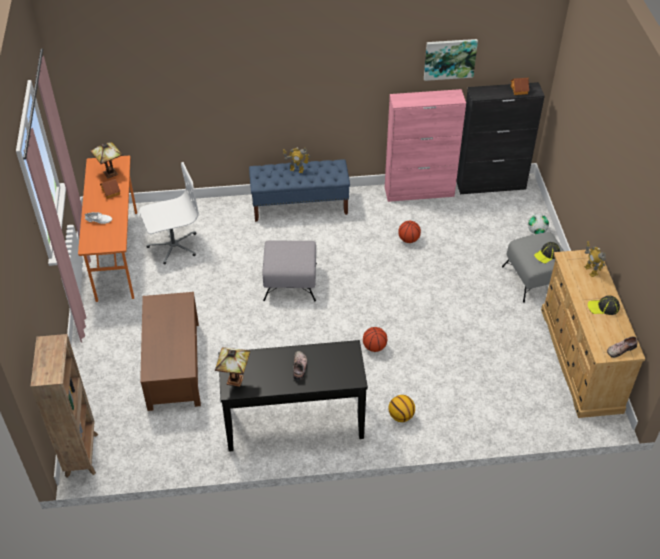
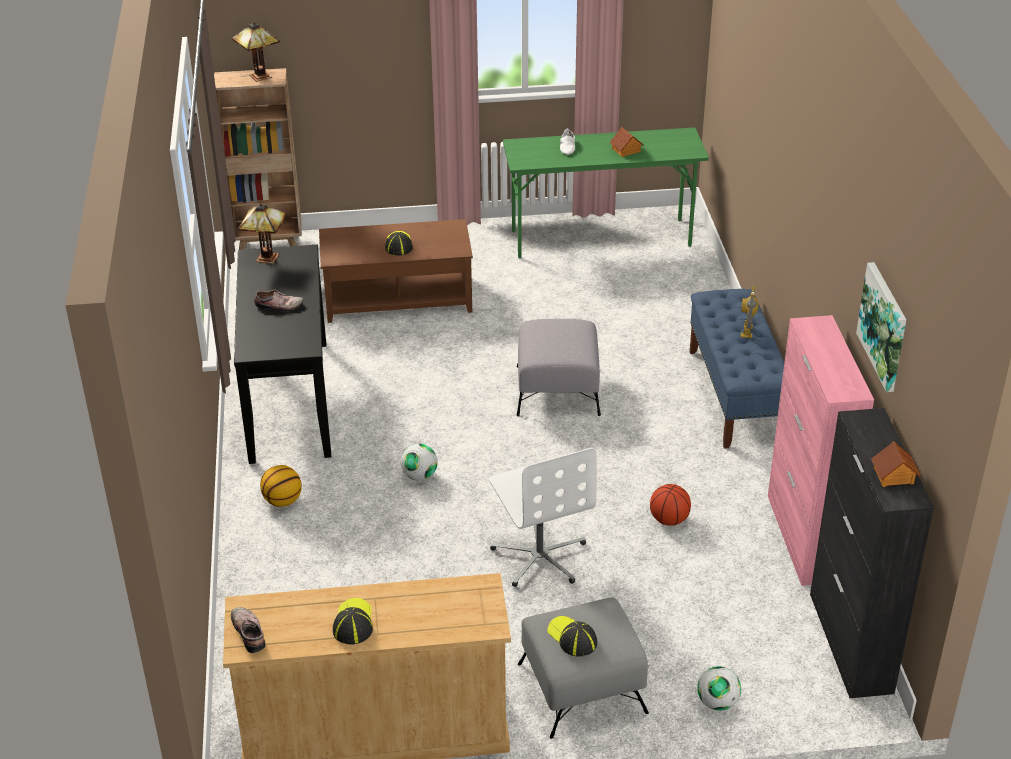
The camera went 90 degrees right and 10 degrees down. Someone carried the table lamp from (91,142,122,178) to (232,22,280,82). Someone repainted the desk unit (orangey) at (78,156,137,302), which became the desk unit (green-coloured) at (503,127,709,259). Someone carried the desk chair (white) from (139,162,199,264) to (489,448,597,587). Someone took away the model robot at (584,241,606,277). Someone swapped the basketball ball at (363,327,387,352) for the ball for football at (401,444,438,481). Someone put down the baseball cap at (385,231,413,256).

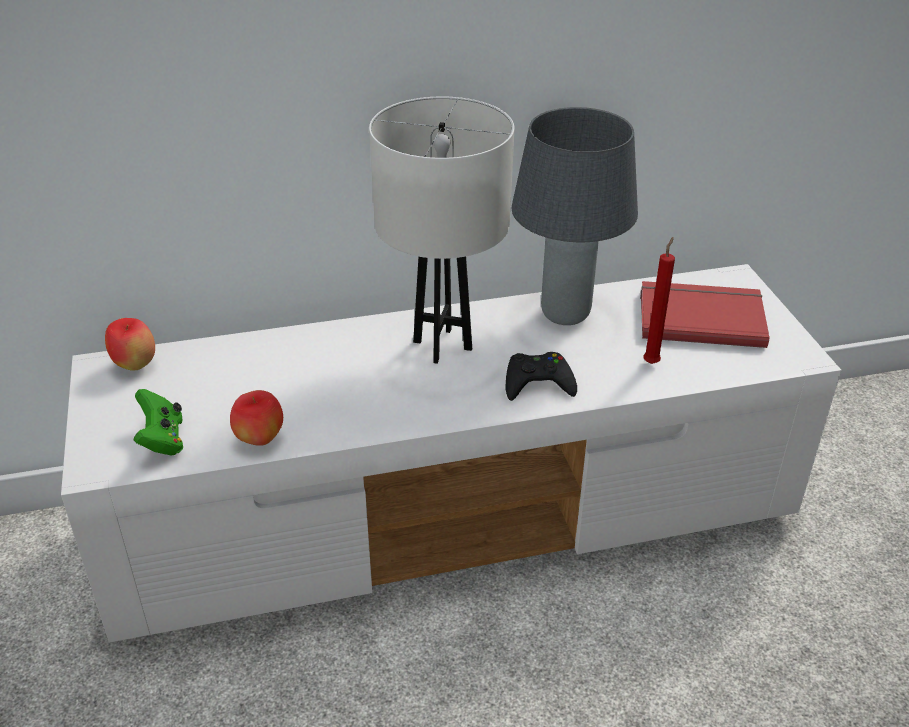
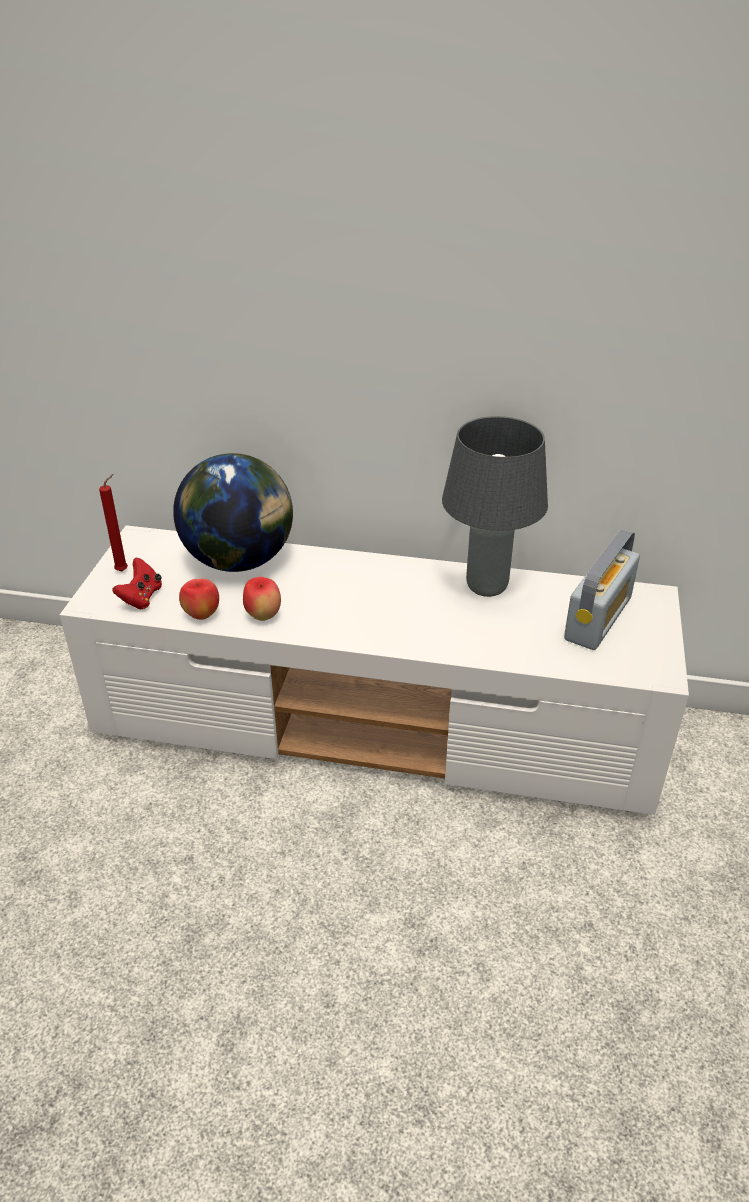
The camera went 25 degrees right and 0 degrees up. Someone took away the table lamp (white) at (369,96,514,364). Someone carried the wax candle (red) from (643,237,675,364) to (99,474,128,571). Someone swapped the volume (red) at (640,281,770,348) for the radio at (564,529,640,650). Someone carried the apple fruit from (105,318,155,371) to (243,577,281,621). Someone took away the gamepad (blackish) at (506,352,577,401). Someone repainted the gamepad (green-coloured) at (134,389,183,455), which became the gamepad (red) at (112,558,162,609). Someone put down the desk globe at (173,453,293,572).

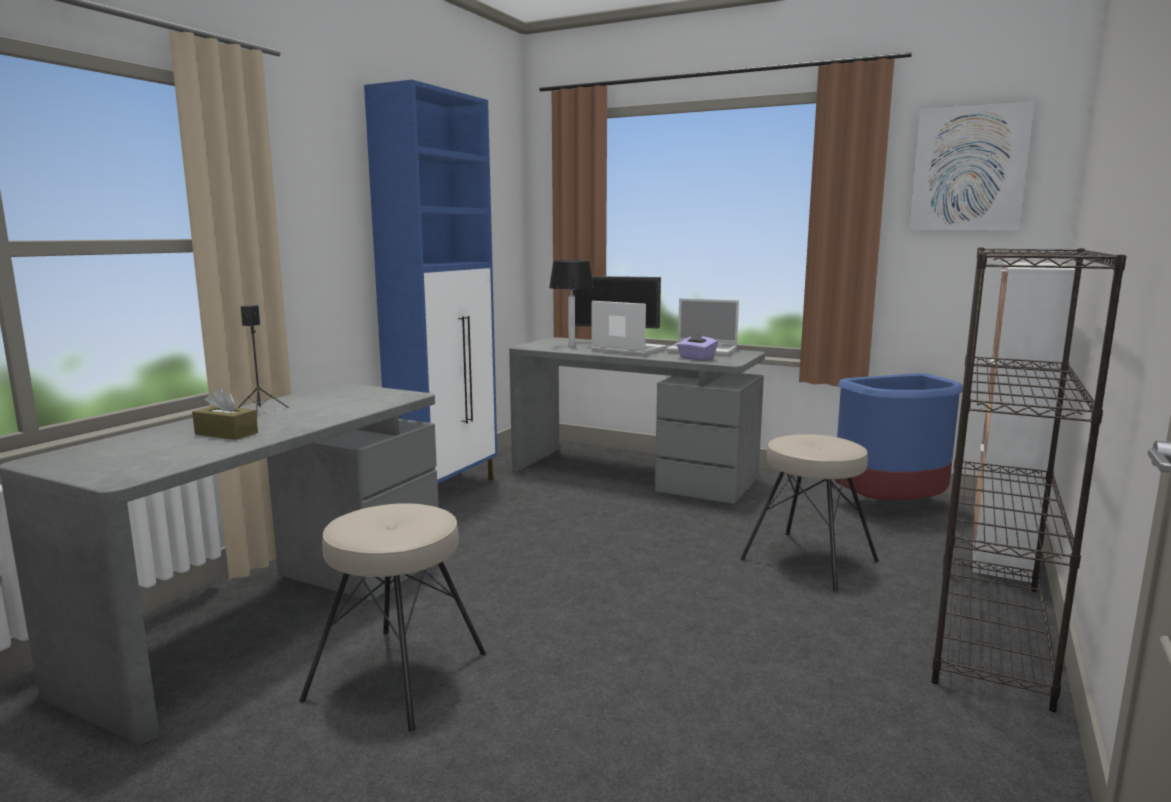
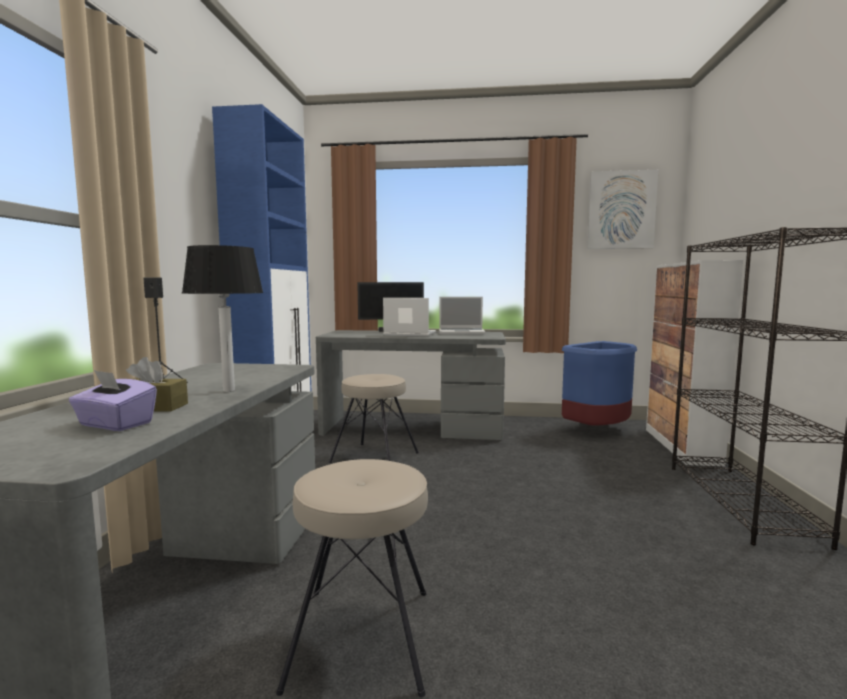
The camera went 20 degrees left and 5 degrees down. Someone carried the table lamp from (549,260,594,347) to (182,245,263,392). Someone carried the box of tissues (purple) from (677,331,718,361) to (69,370,157,431). Someone carried the sitting stool (beige) from (740,434,879,592) to (329,374,419,463).

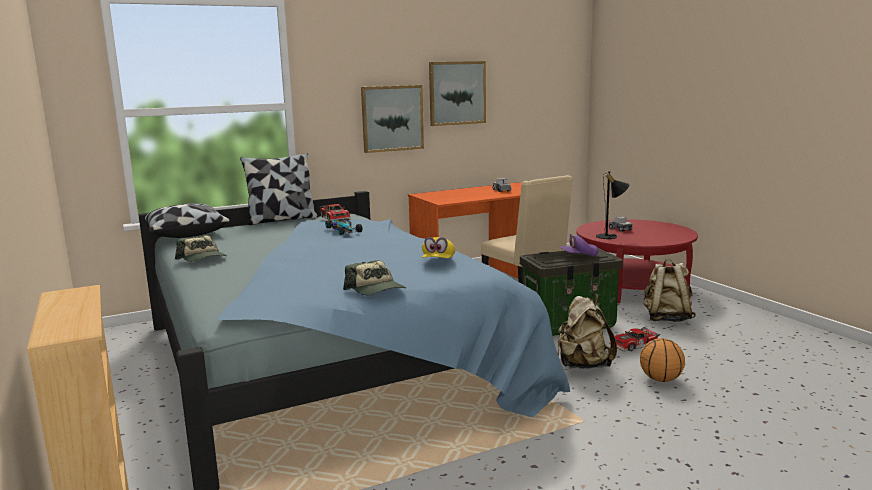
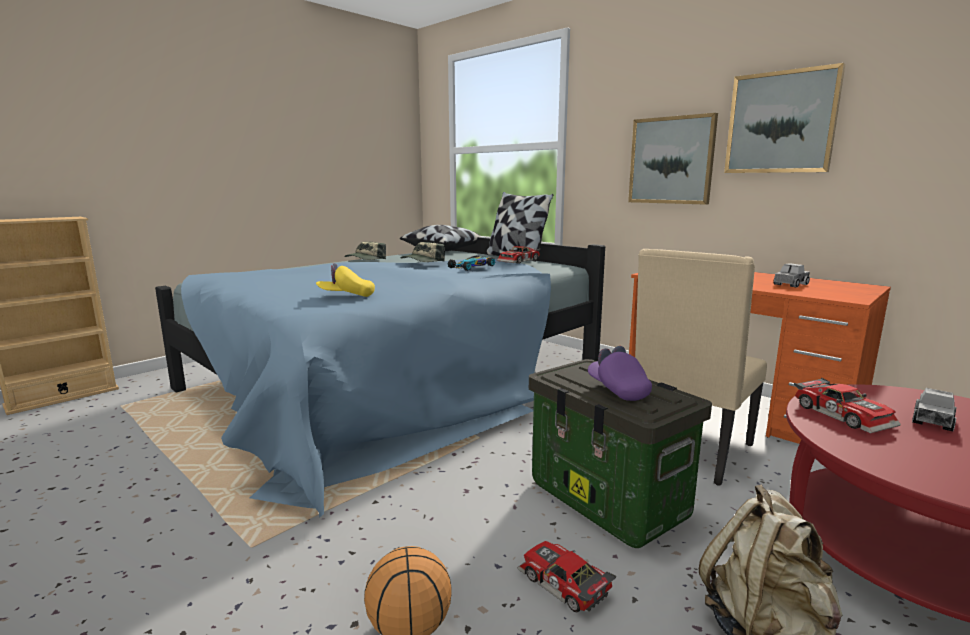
The camera went 70 degrees right and 0 degrees up. Someone swapped the table lamp (blackish) at (596,171,629,239) for the miniature car at (794,378,901,433). Someone carried the baseball cap from (343,260,406,295) to (401,242,445,262). Someone took away the rucksack (beige) at (558,294,617,369).

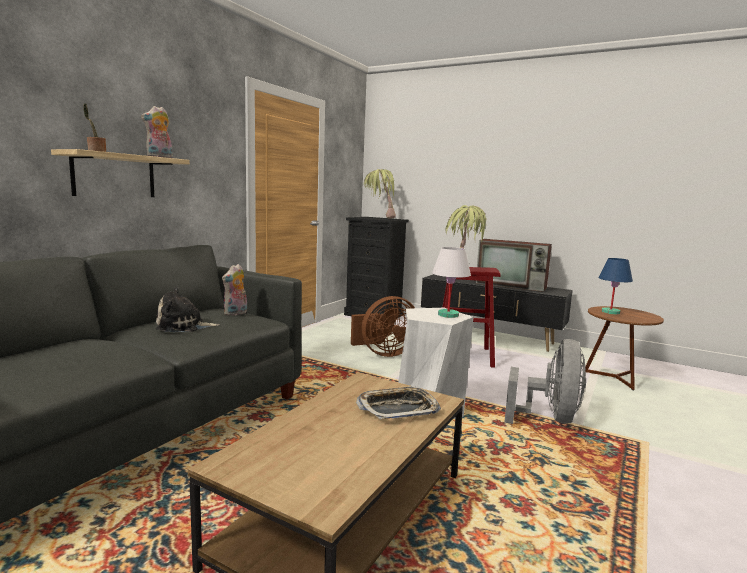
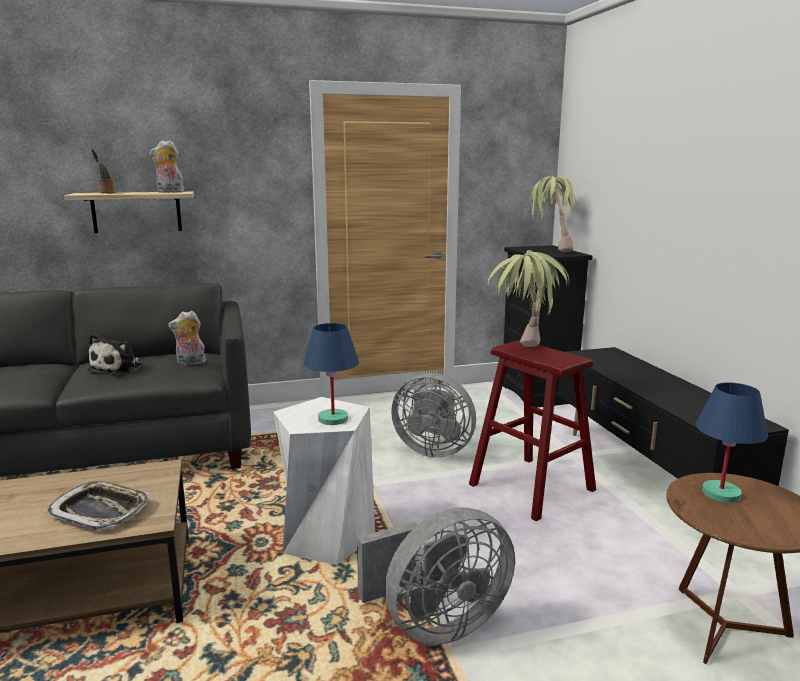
The camera went 45 degrees right and 5 degrees up. Someone took away the television at (476,239,552,292). Someone repainted the table lamp (white) at (432,247,471,318), which became the table lamp (bluish) at (303,323,359,425). Someone rotated the soft toy at (155,287,220,332) by 105 degrees counterclockwise. Someone repainted the electric fan (brown-coloured) at (351,296,415,357), which became the electric fan (greyish) at (391,373,476,458).

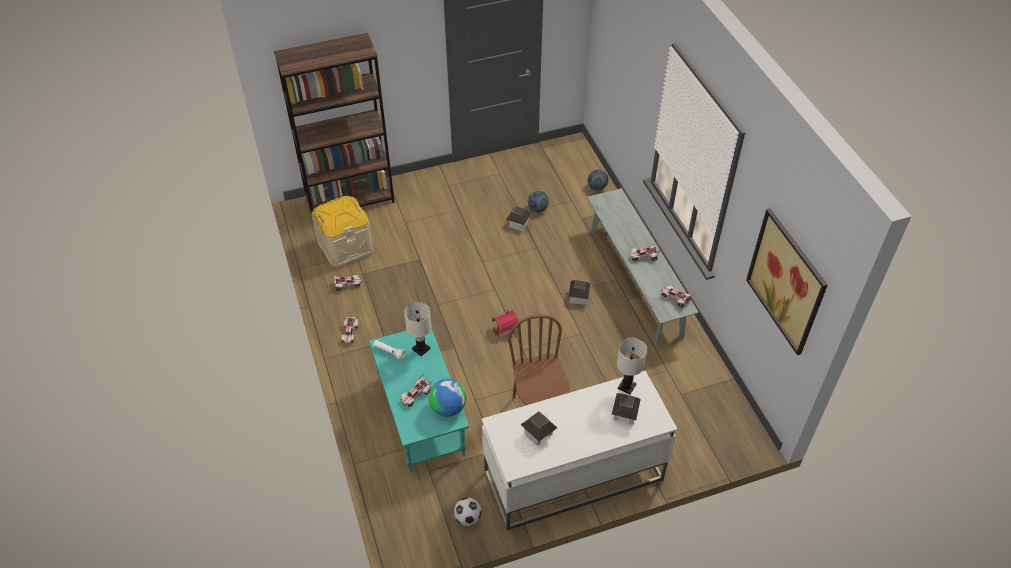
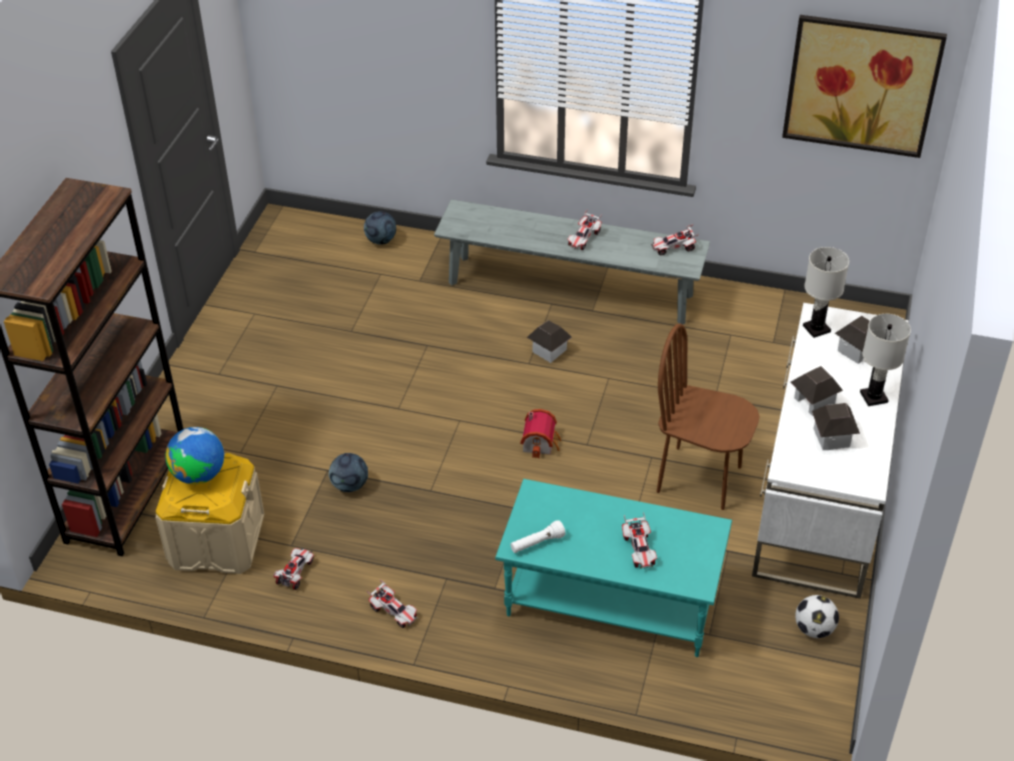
The camera went 55 degrees left and 5 degrees down. Someone carried the ball for football from (528,191,549,212) to (329,453,368,492). Someone carried the miniature house from (506,206,532,231) to (791,366,843,416). Someone carried the table lamp (white) from (404,302,432,356) to (860,314,911,406). Someone carried the desk globe from (429,379,466,417) to (165,427,224,484).

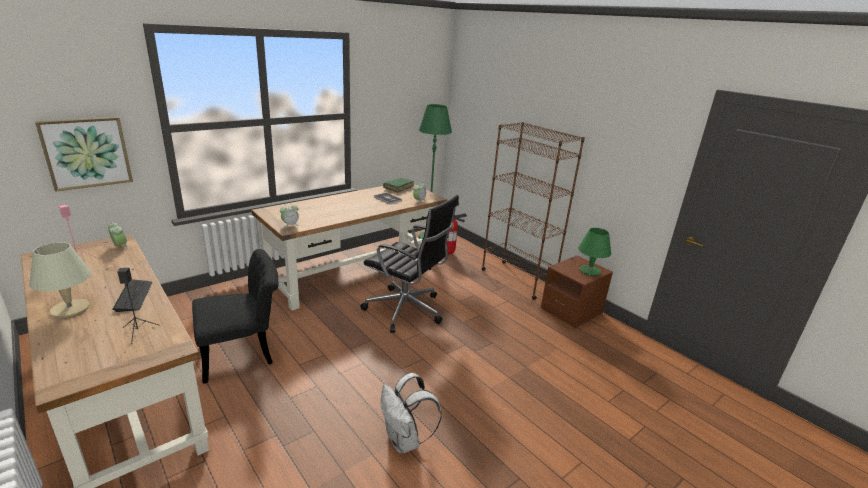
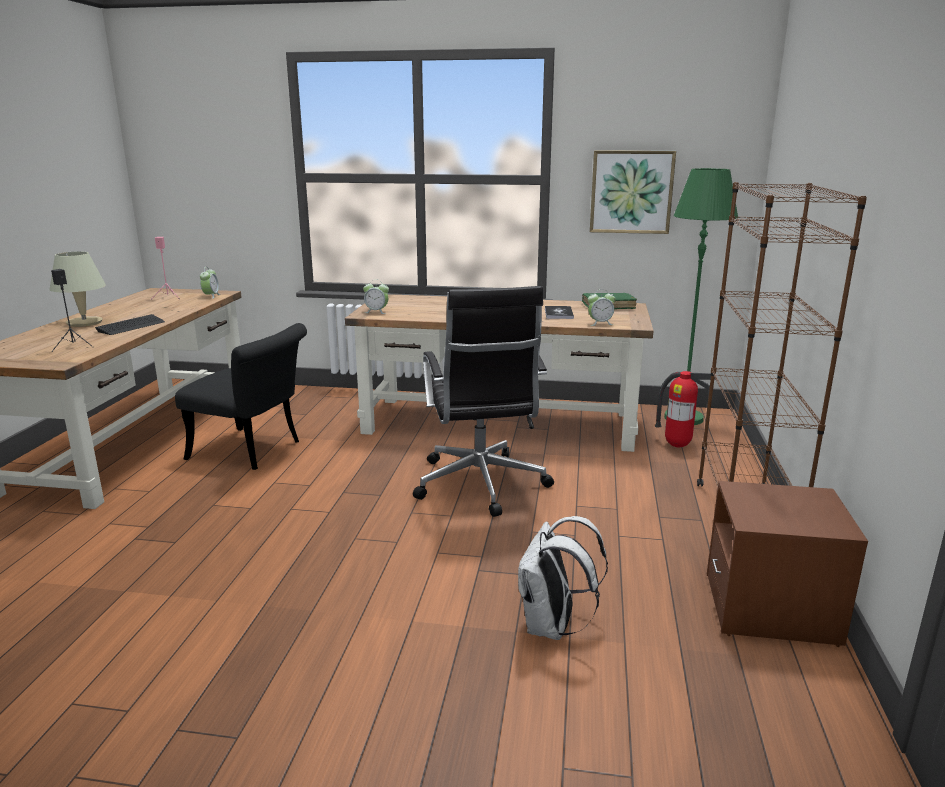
The camera went 50 degrees right and 5 degrees down. Someone carried the wall picture from (35,117,133,192) to (590,151,676,234). Someone took away the table lamp (green-coloured) at (578,228,611,276). Someone carried the rucksack (white) from (381,373,442,454) to (518,516,608,640).

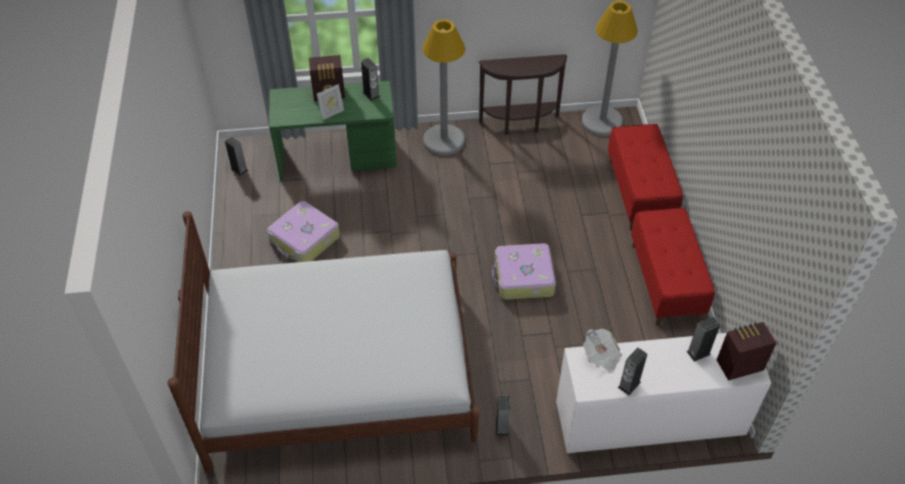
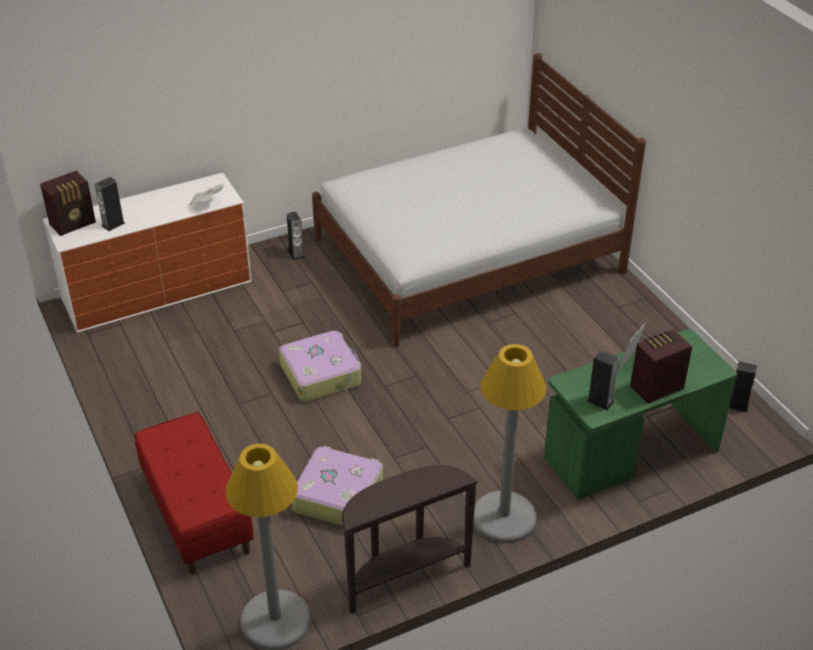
The camera went 160 degrees right and 10 degrees down. Someone carried the suitcase from (267,201,340,262) to (292,446,383,526). Someone took away the indoor bench (red) at (631,208,715,326). Someone took away the speaker at (618,347,647,395).

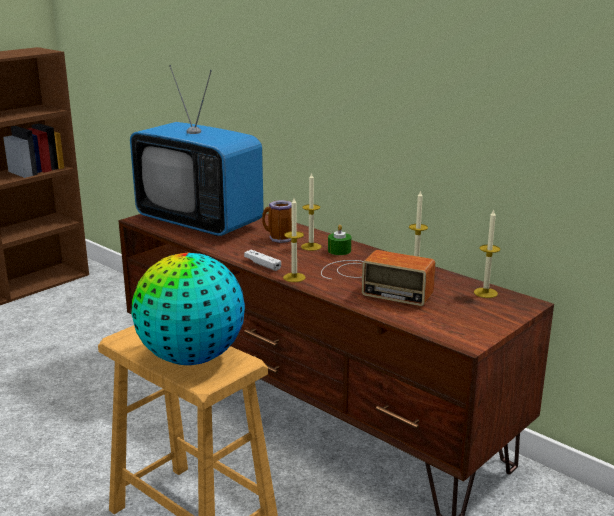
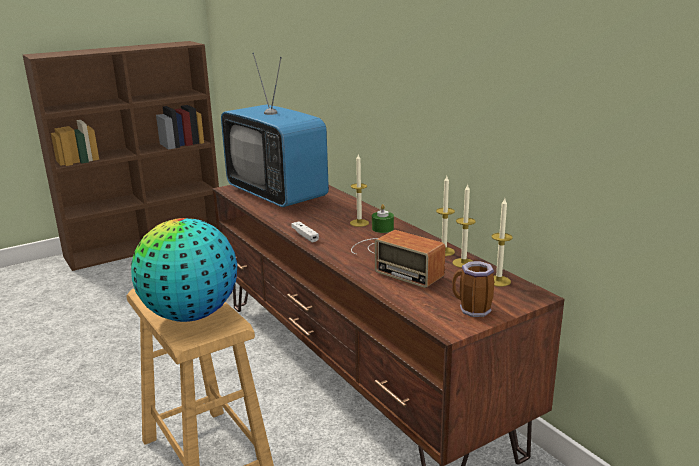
The camera went 15 degrees right and 0 degrees up. Someone carried the wax candle from (283,198,306,282) to (453,184,476,268). Someone carried the mug from (262,200,292,243) to (452,261,494,317).

